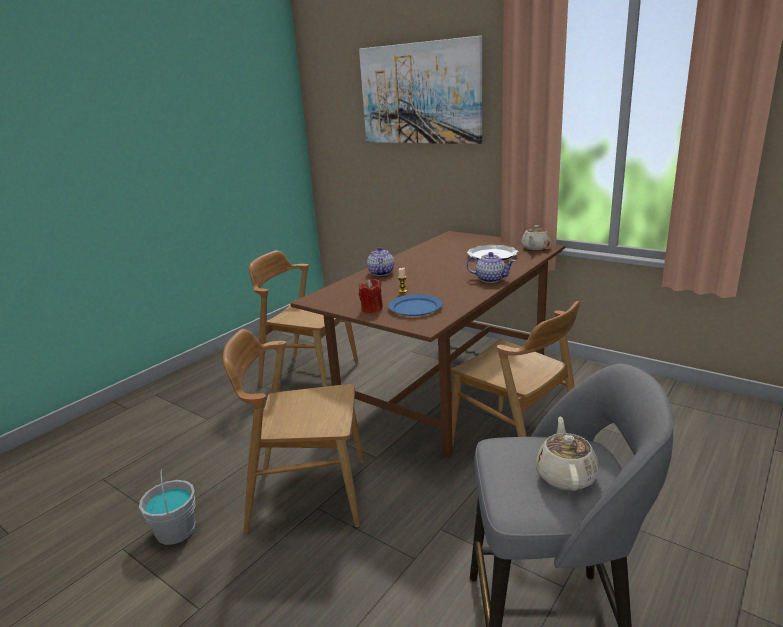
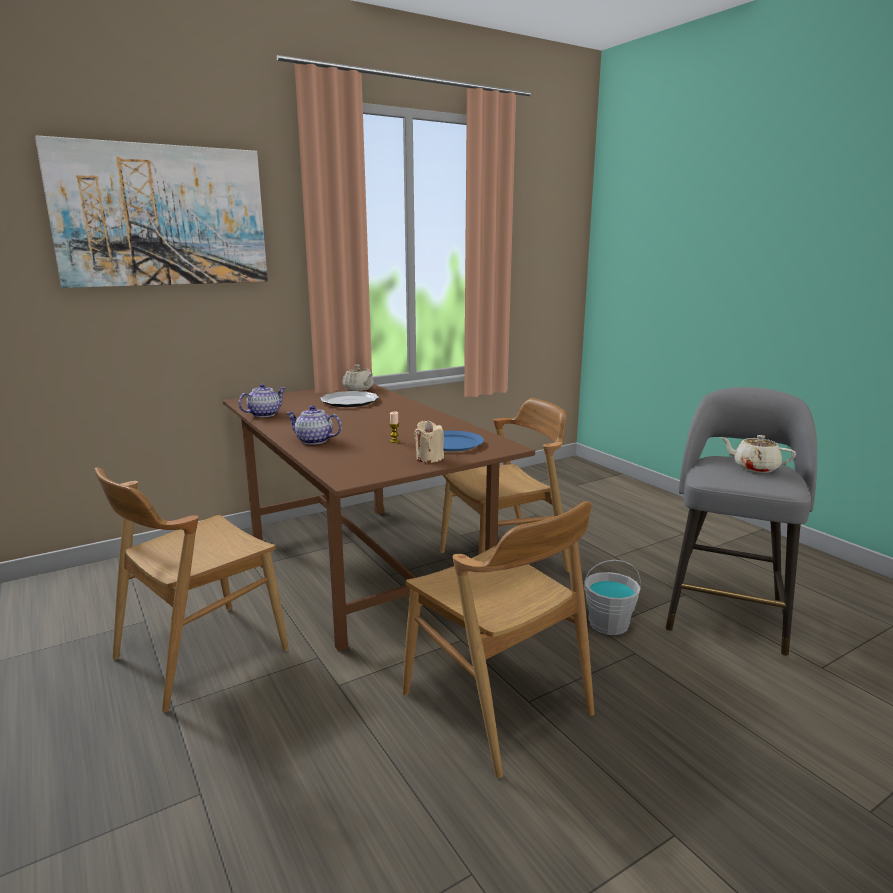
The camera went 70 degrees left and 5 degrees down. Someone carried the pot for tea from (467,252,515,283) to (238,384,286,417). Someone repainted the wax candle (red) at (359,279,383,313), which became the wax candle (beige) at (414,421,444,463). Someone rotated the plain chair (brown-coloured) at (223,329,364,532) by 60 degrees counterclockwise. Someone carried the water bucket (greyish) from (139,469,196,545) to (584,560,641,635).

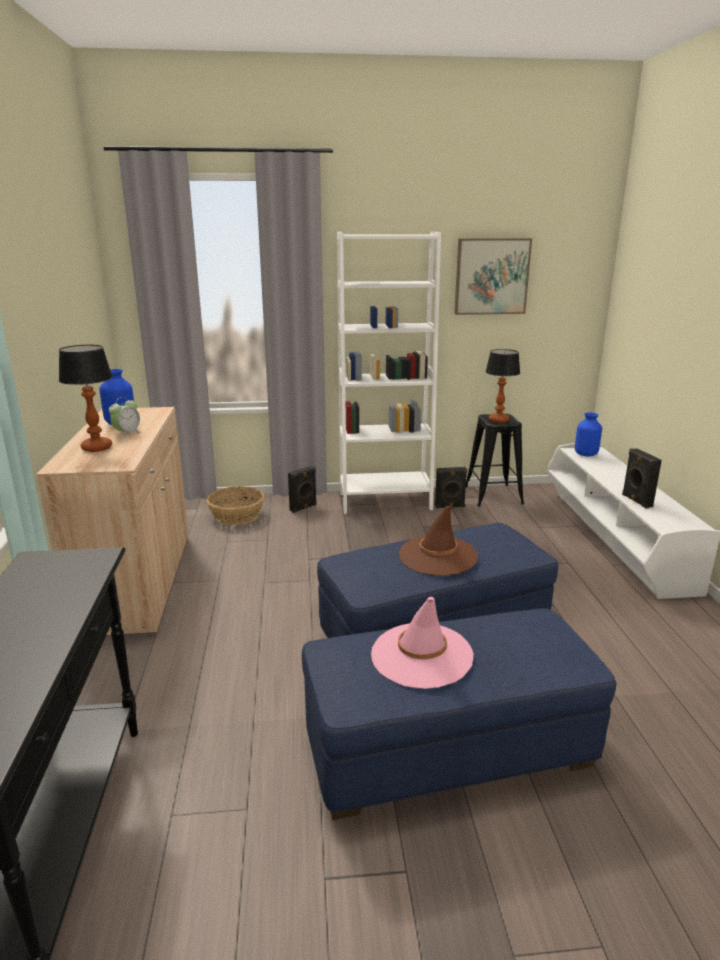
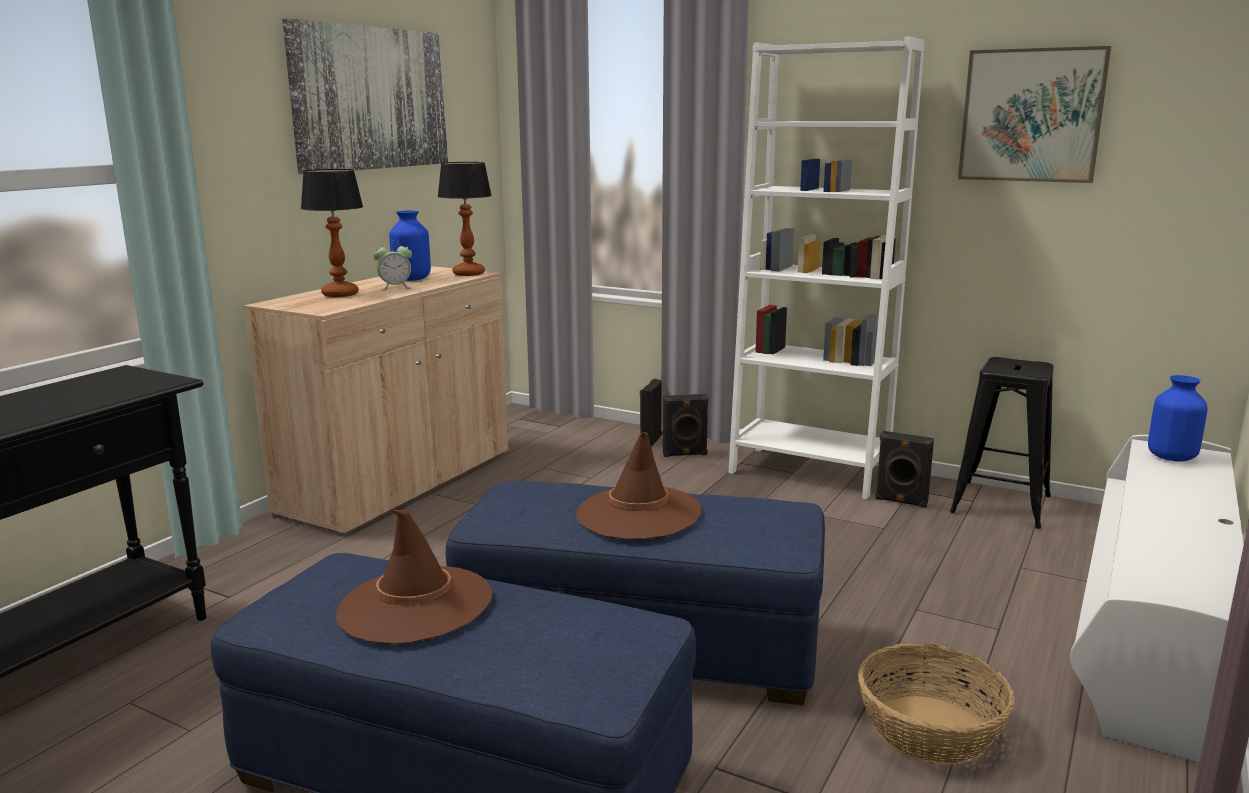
The camera went 35 degrees right and 5 degrees down. Someone carried the table lamp from (485,349,520,423) to (438,162,492,276). Someone carried the speaker (blackish) from (622,448,662,509) to (640,379,663,447). Someone carried the household basket from (207,486,264,525) to (858,643,1015,765). Someone repainted the hat (pink) at (371,597,473,689), which became the hat (brown-coloured) at (336,510,492,644). Someone put up the wall picture at (282,19,448,174).

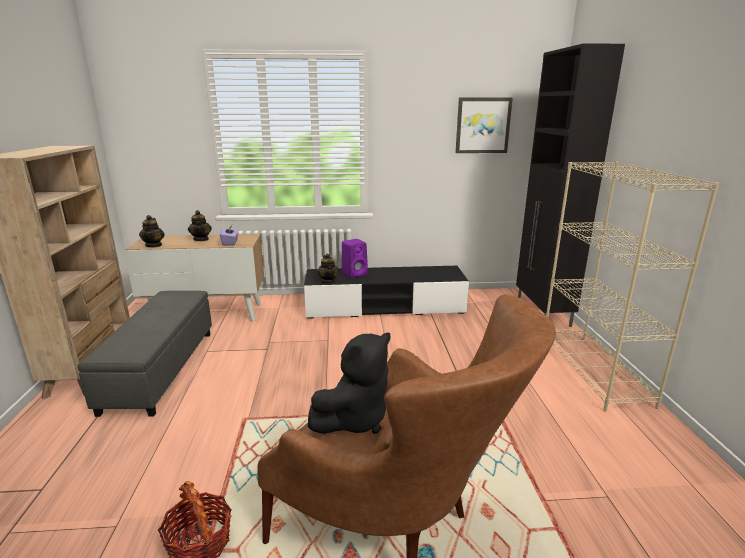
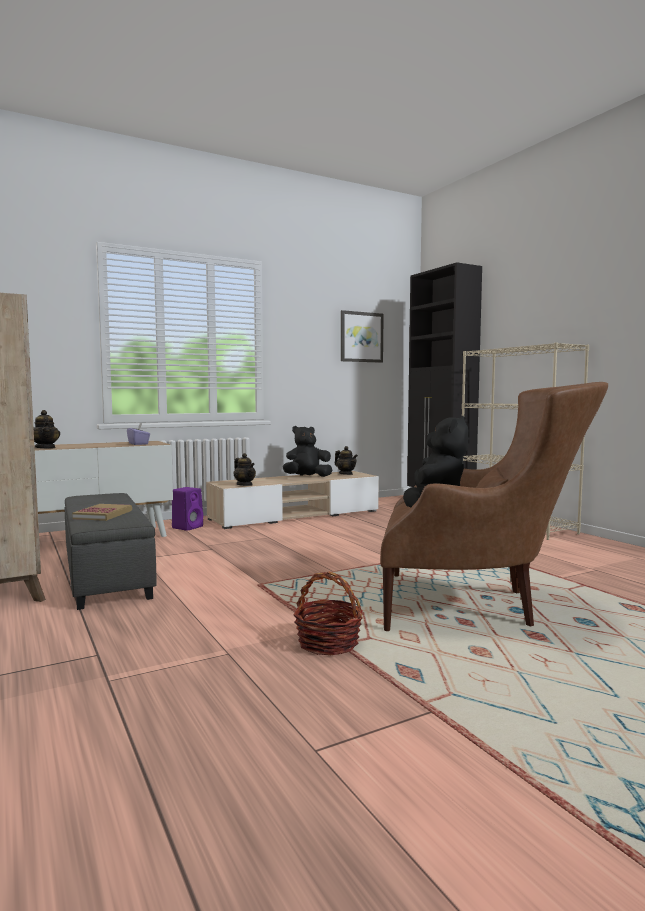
The camera went 25 degrees left and 15 degrees down. Someone carried the pot for tea from (188,210,212,241) to (335,446,358,475). Someone carried the speaker (purple) from (342,239,368,278) to (172,487,203,531). Someone repainted the media console (blackish) at (304,266,469,319), which became the media console (beige) at (206,471,379,529). Someone put down the soft toy (blackish) at (283,426,332,477). Someone put down the volume at (72,504,132,521).

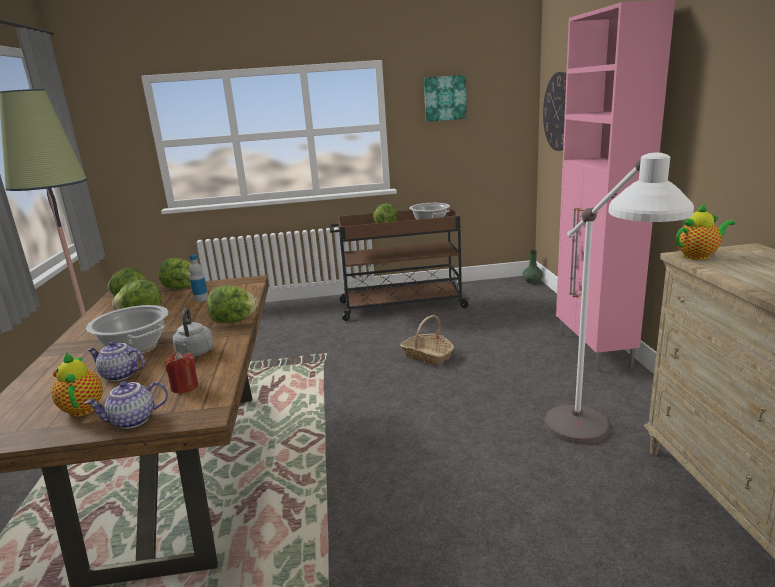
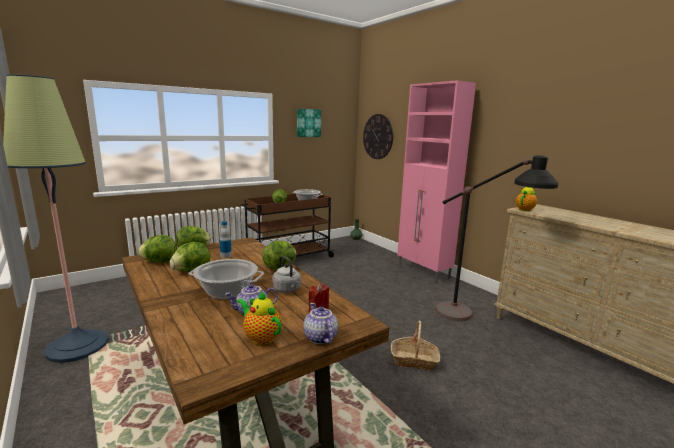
The camera went 30 degrees left and 5 degrees down. Someone repainted the standard lamp (white) at (544,153,694,444), which became the standard lamp (blackish) at (435,155,558,321). Someone carried the household basket from (400,315,454,366) to (391,321,440,370). Someone rotated the pot for tea at (85,381,168,429) by 120 degrees clockwise.

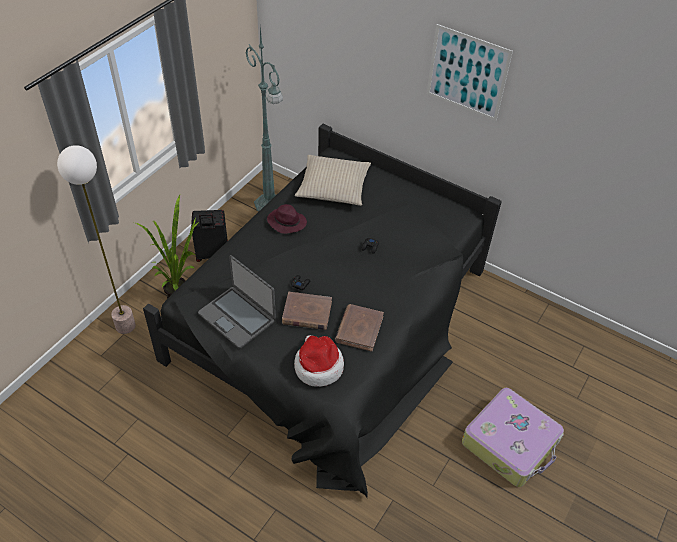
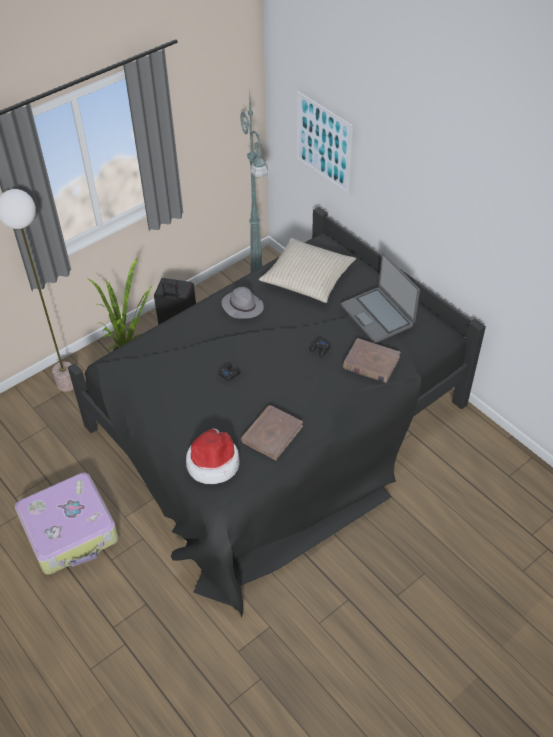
The camera went 20 degrees right and 0 degrees up. Someone carried the wall picture from (427,24,513,121) to (297,91,353,194). Someone repainted the hat (purple) at (267,204,307,234), which became the hat (greyish) at (222,287,264,319). Someone carried the portable computer from (198,255,276,349) to (341,253,420,343). Someone carried the volume (brown-coloured) from (282,292,332,330) to (343,338,400,383). Someone carried the suitcase from (462,388,564,487) to (15,472,119,575).

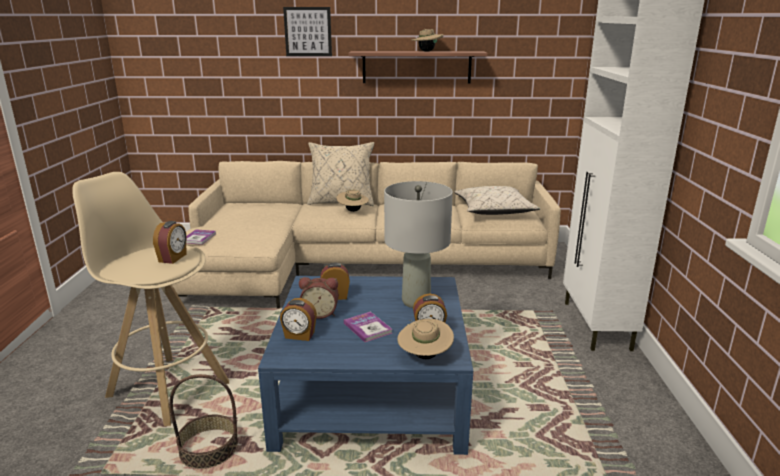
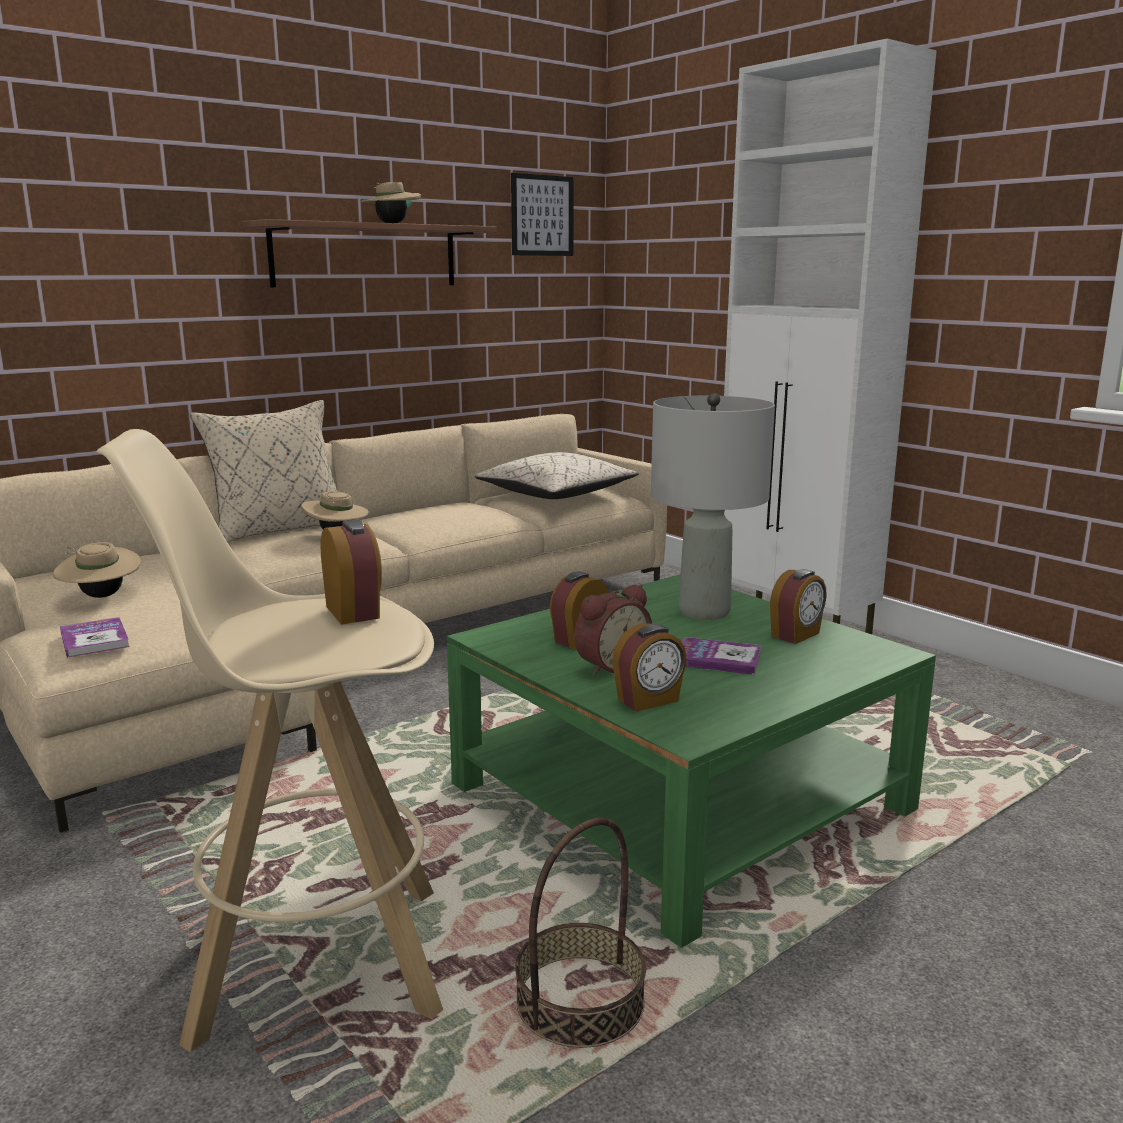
The camera went 40 degrees left and 5 degrees down. Someone carried the wall picture from (283,7,332,56) to (511,173,574,256). Someone repainted the low table (bluish) at (258,276,473,455), which became the low table (green-coloured) at (447,574,936,948). Someone carried the hat (beige) from (397,319,454,359) to (53,542,141,598).

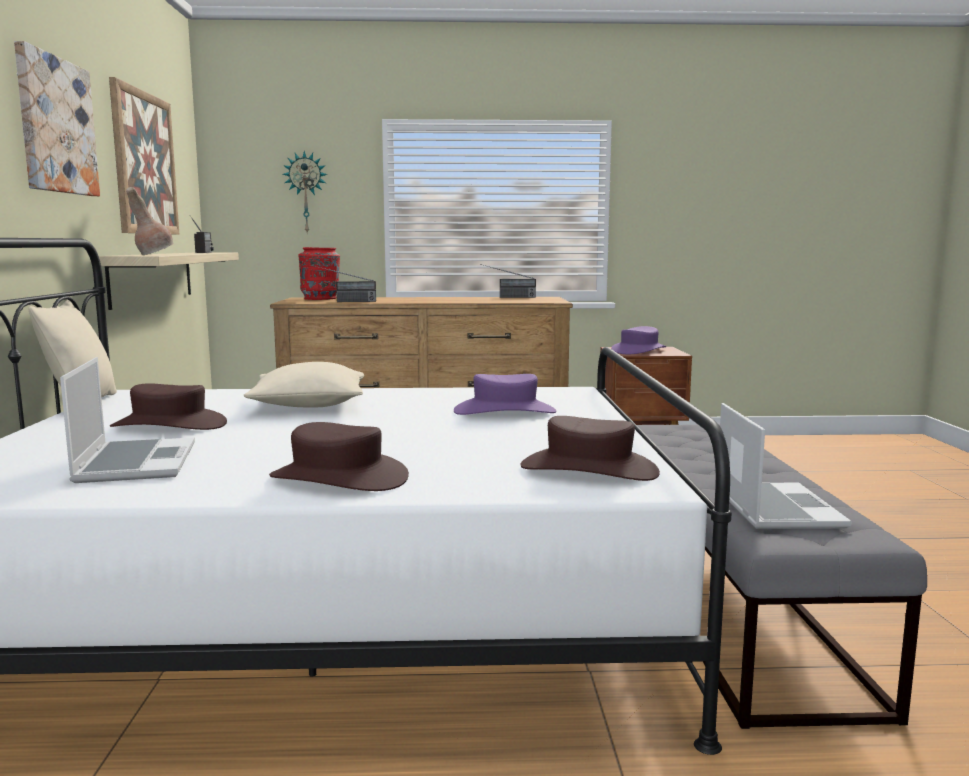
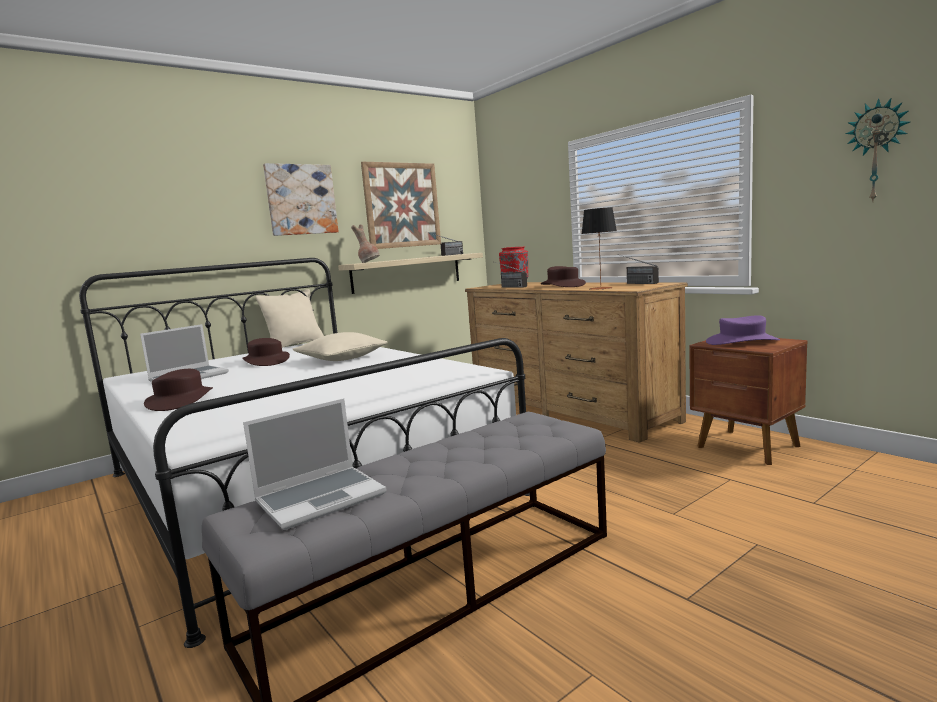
The camera went 55 degrees right and 0 degrees up. Someone carried the hanging clock from (283,151,328,234) to (845,98,910,203). Someone took away the hat (purple) at (454,374,556,415). Someone carried the hat (brown-coloured) from (521,416,660,481) to (541,266,586,287). Someone put down the table lamp at (582,207,617,290).

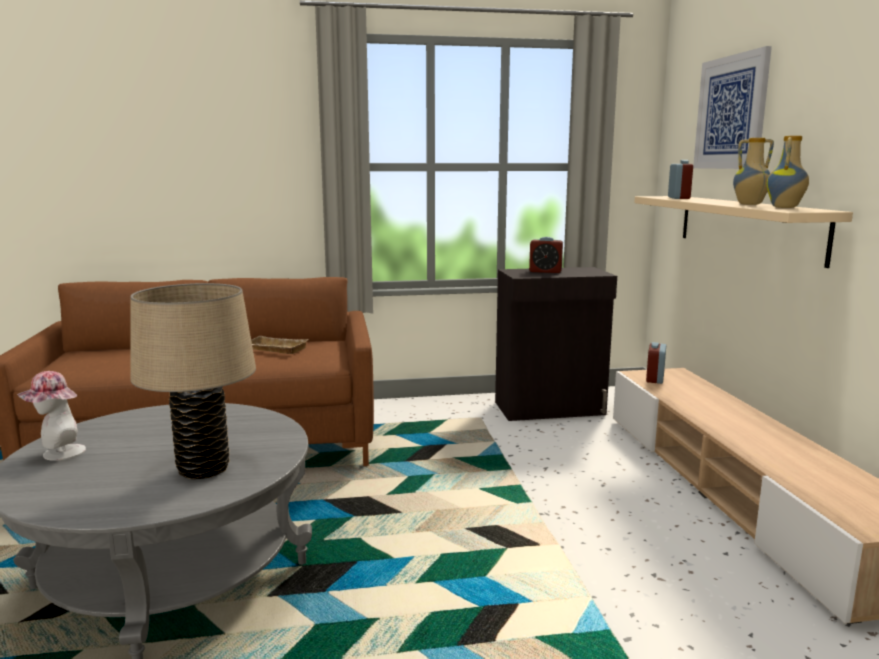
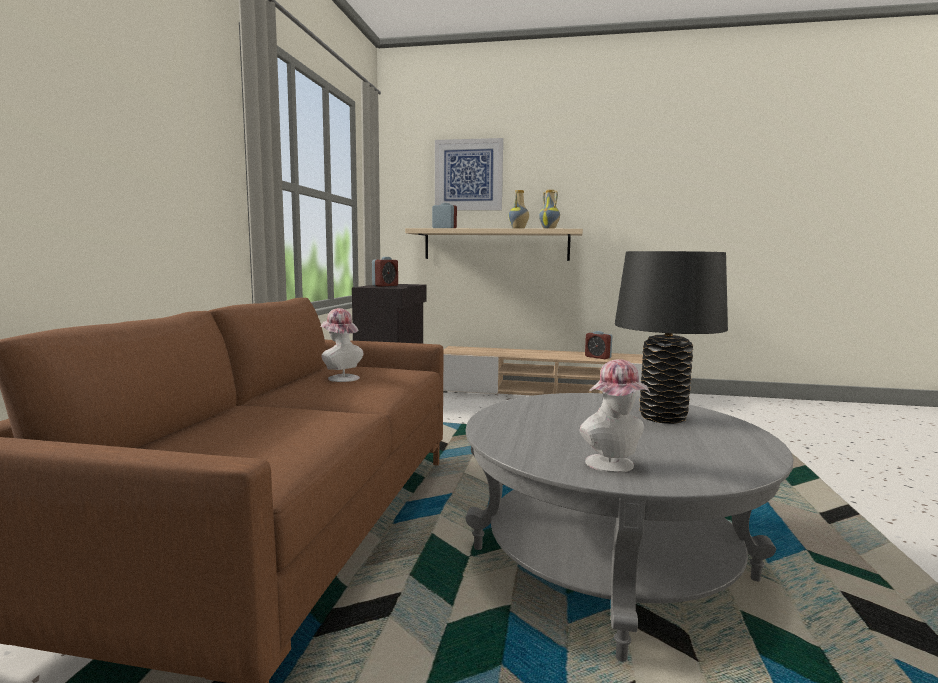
The camera went 70 degrees left and 5 degrees down. Someone repainted the table lamp (beige) at (130,283,256,479), which became the table lamp (blackish) at (614,251,728,424). Someone swapped the tray (beige) at (251,336,308,354) for the hat at (321,308,364,382). Someone carried the table clock from (646,342,666,384) to (585,331,612,359).

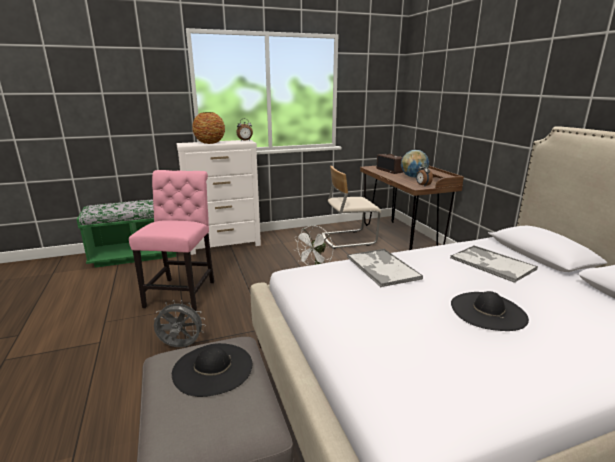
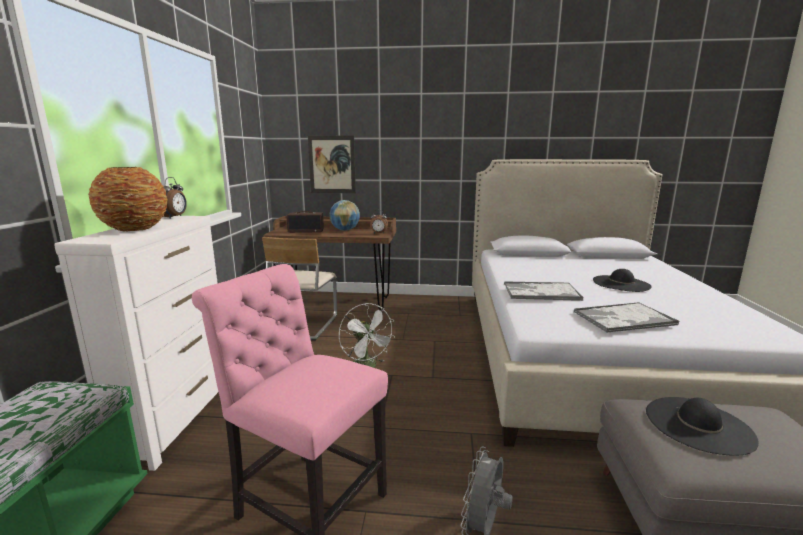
The camera went 65 degrees left and 5 degrees down. Someone carried the tray from (450,246,538,283) to (574,302,679,333). Someone put up the wall picture at (308,136,356,193).

